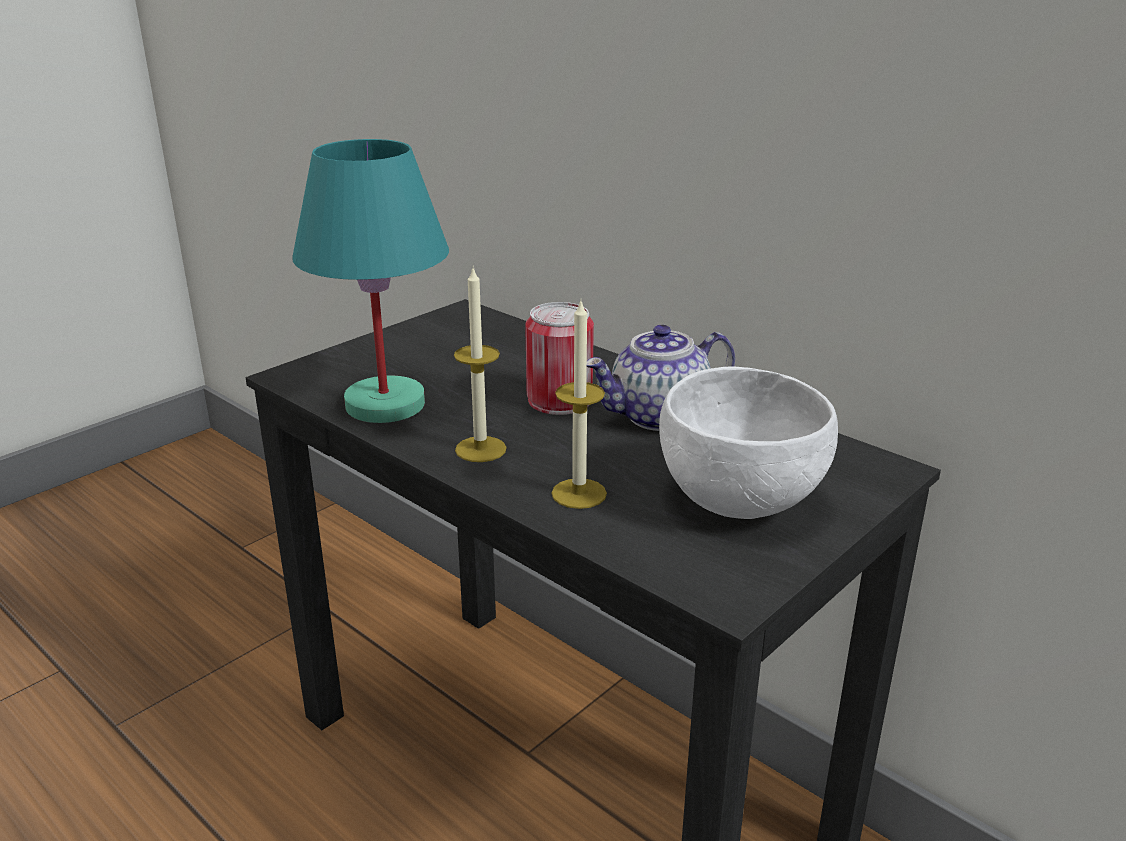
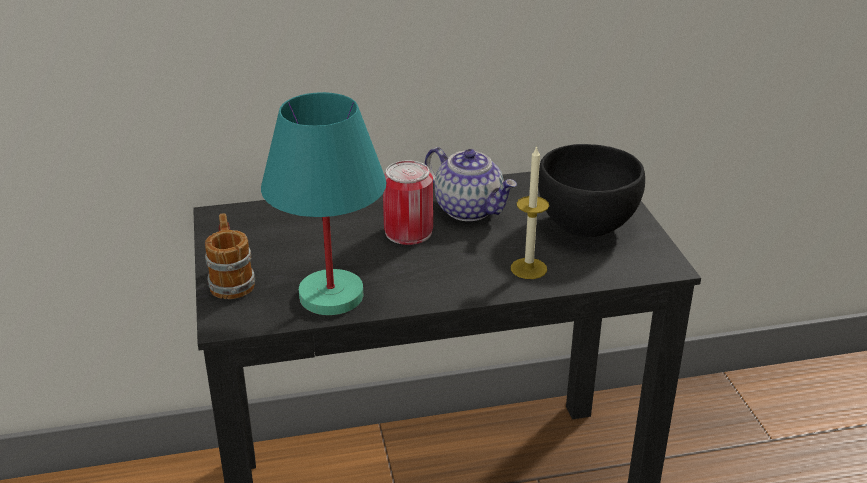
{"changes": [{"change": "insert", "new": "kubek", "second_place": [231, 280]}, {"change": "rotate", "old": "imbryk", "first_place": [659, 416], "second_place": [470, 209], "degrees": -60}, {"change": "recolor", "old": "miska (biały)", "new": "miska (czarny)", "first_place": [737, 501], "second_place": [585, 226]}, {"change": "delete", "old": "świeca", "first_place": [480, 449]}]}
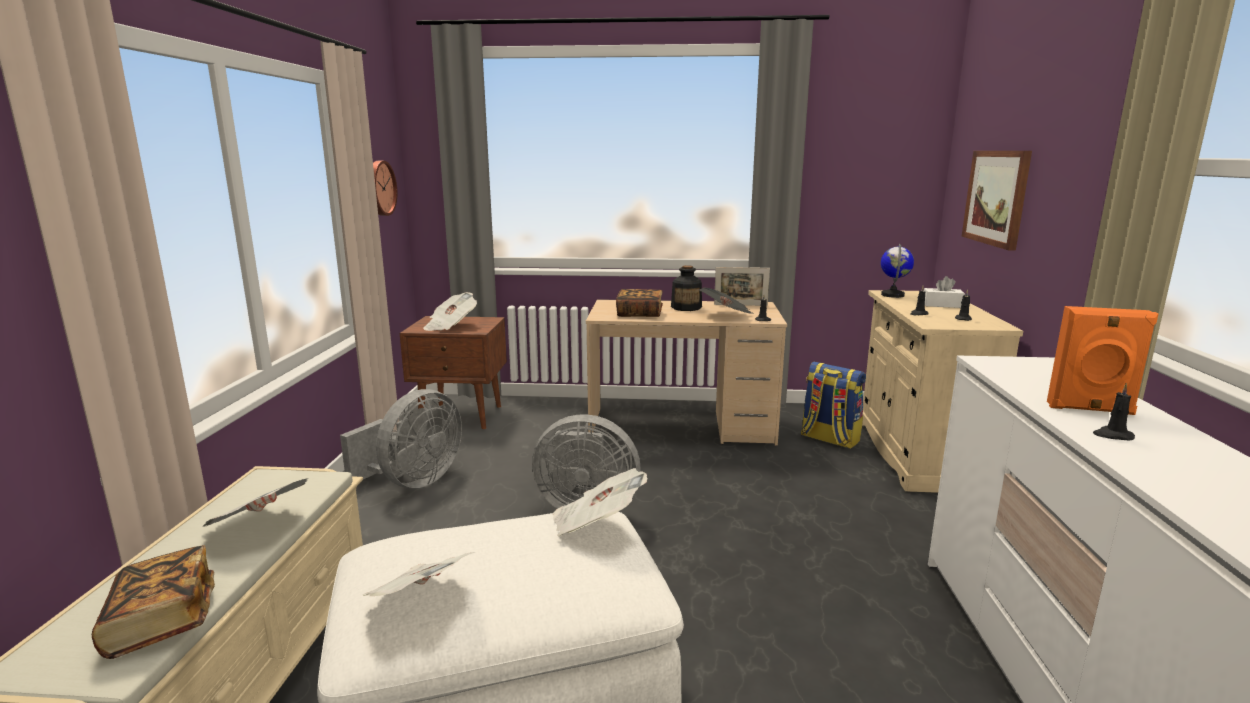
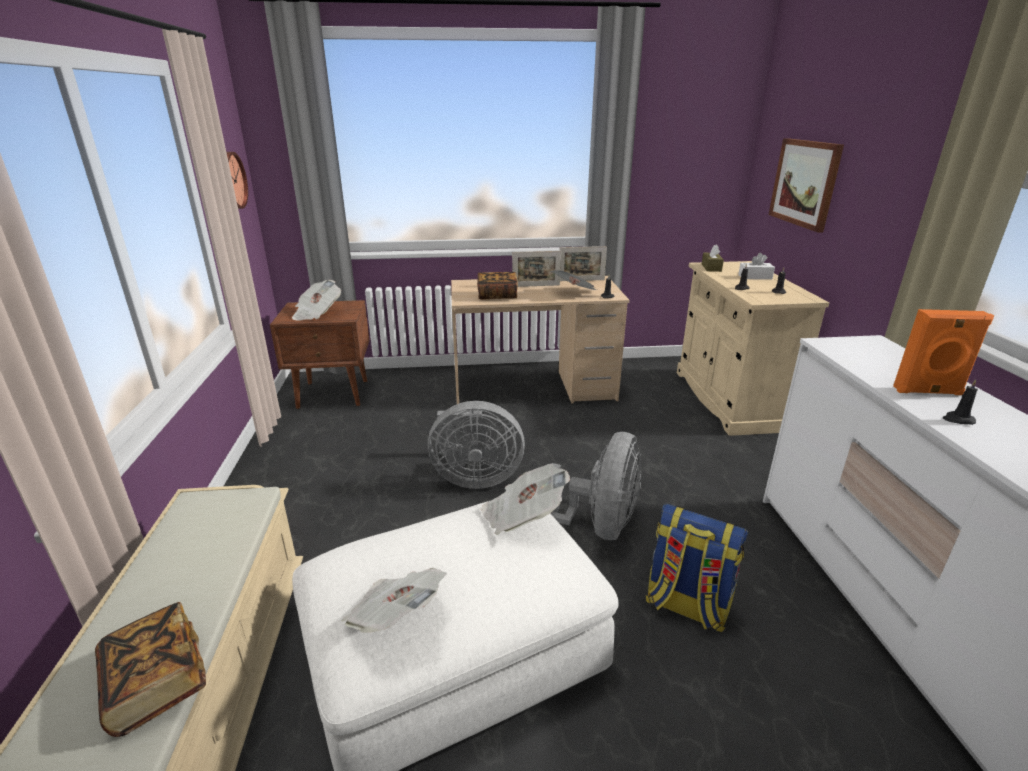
{"changes": [{"change": "replace", "old": "butelka", "new": "ramka na zdjęcie", "first_place": [686, 307], "second_place": [536, 286]}, {"change": "move", "old": "wentylator (szary)", "first_place": [413, 481], "second_place": [598, 526]}, {"change": "move", "old": "plecak", "first_place": [829, 439], "second_place": [686, 606]}, {"change": "replace", "old": "globus", "new": "pudełko chusteczek (brązowy)", "first_place": [893, 295], "second_place": [711, 267]}, {"change": "delete", "old": "gazeta", "first_place": [260, 527]}]}
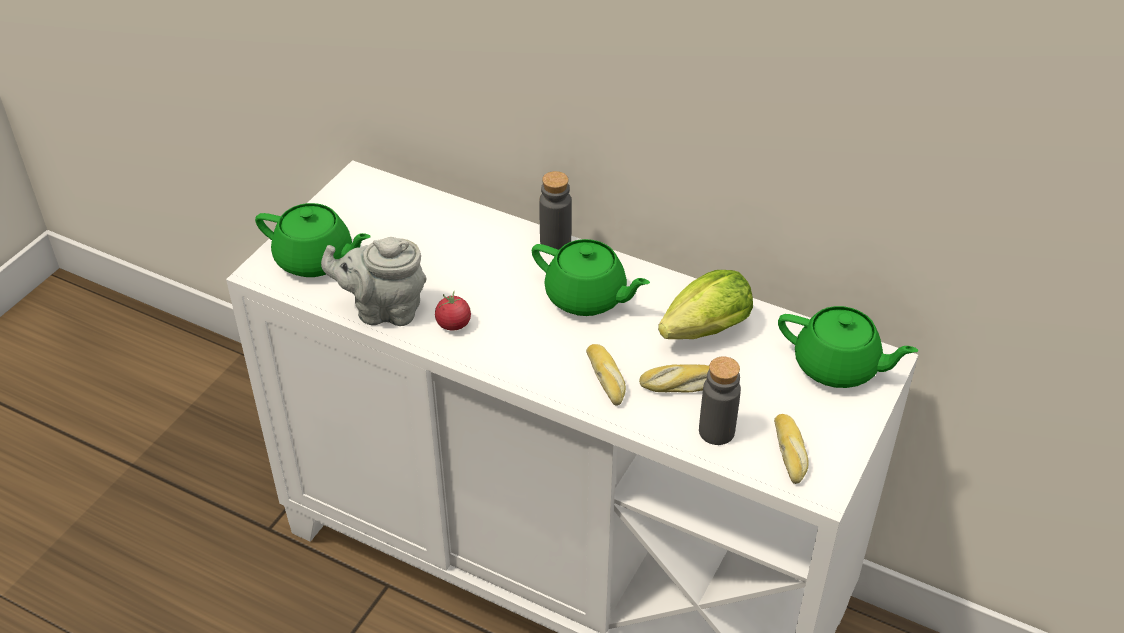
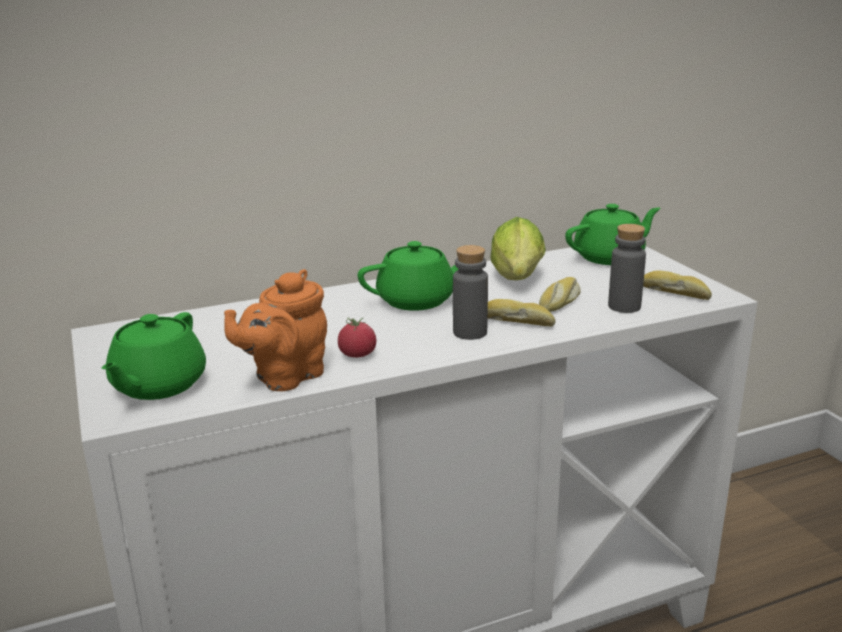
{"changes": [{"change": "rotate", "old": "imbryk (zielony)", "first_place": [316, 260], "second_place": [157, 385], "degrees": 135}, {"change": "recolor", "old": "imbryk (szary)", "new": "imbryk (pomarańczowy)", "first_place": [384, 310], "second_place": [285, 377]}, {"change": "move", "old": "butelka (szary)", "first_place": [555, 242], "second_place": [470, 332]}]}
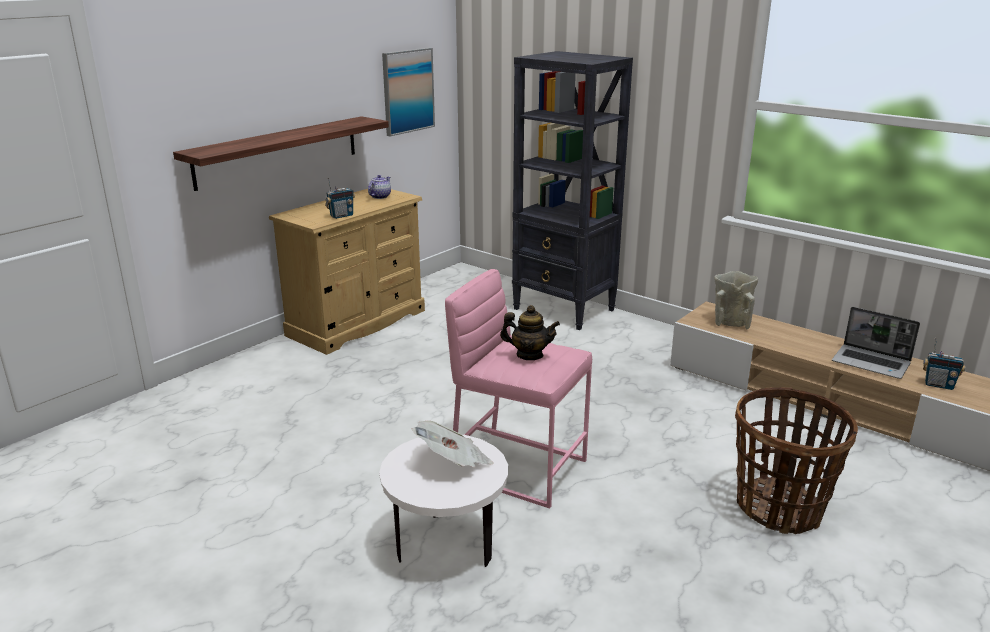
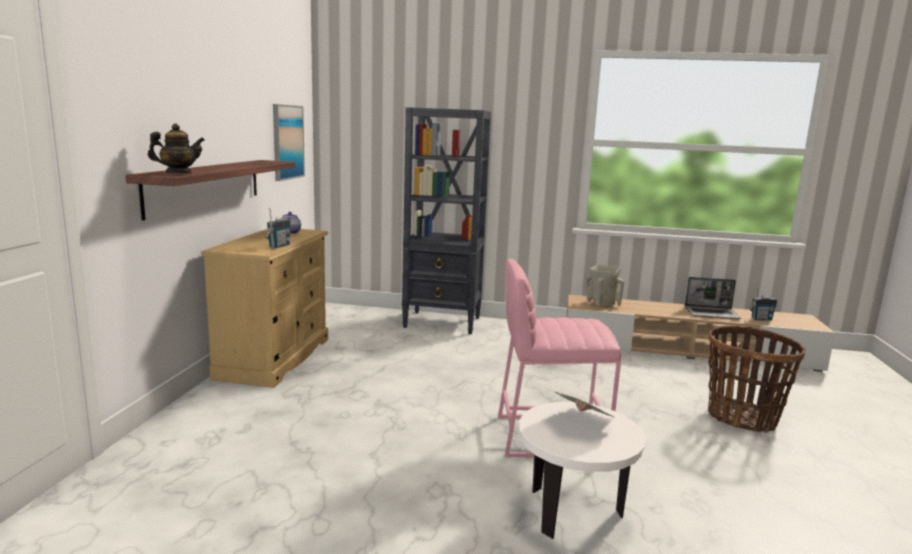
{"changes": [{"change": "move", "old": "imbryk", "first_place": [529, 355], "second_place": [178, 173]}]}
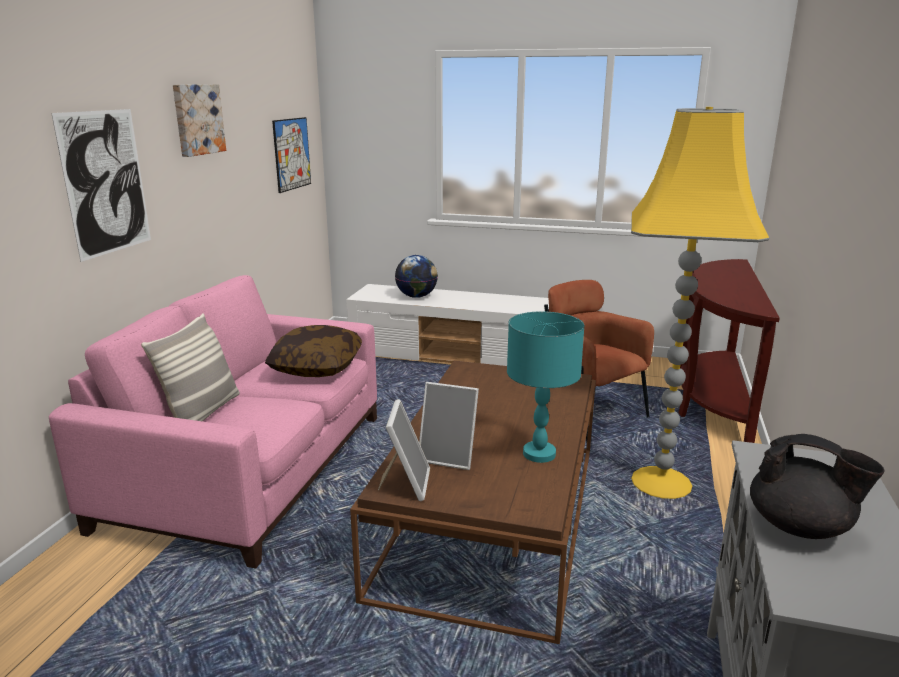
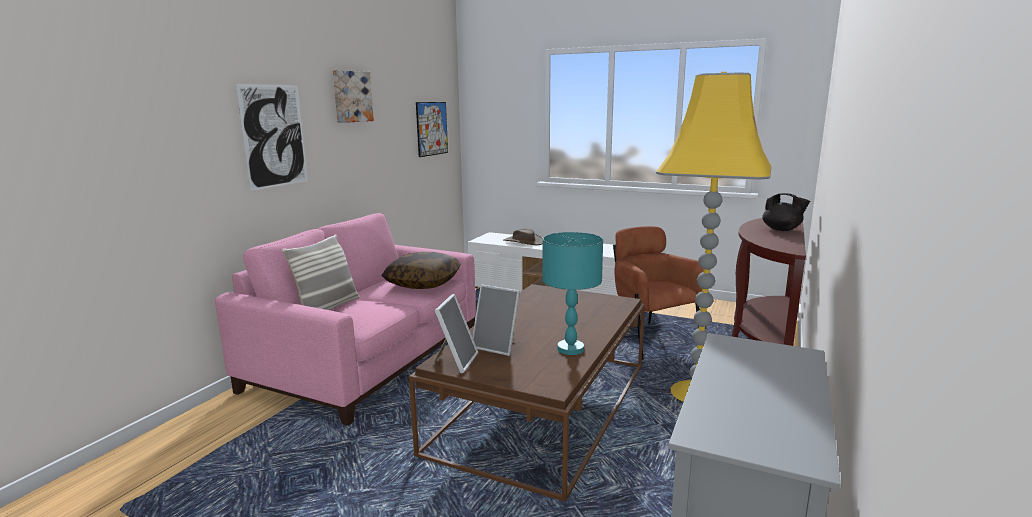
{"changes": [{"change": "replace", "old": "globus", "new": "kapelusz (brązowy)", "first_place": [416, 296], "second_place": [523, 241]}, {"change": "move", "old": "imbryk (czarny)", "first_place": [800, 527], "second_place": [782, 230]}]}
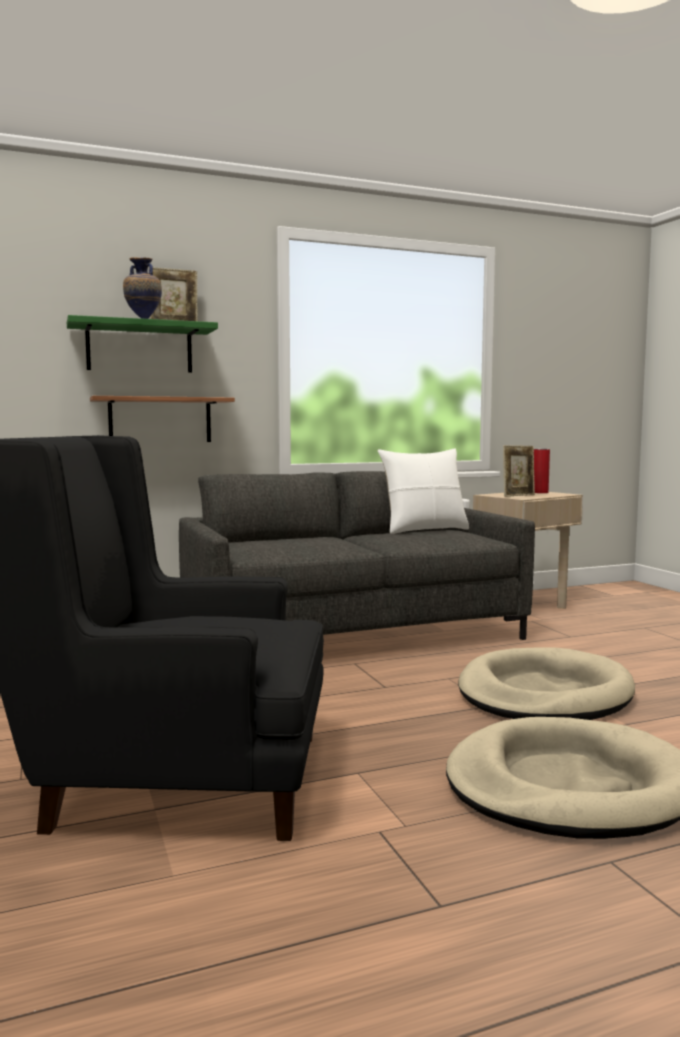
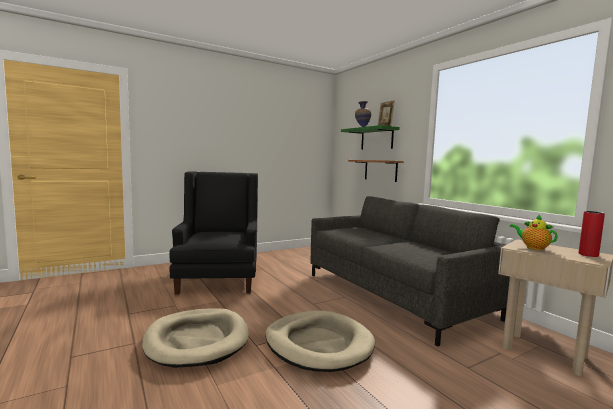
{"changes": [{"change": "replace", "old": "ramka na zdjęcie", "new": "imbryk", "first_place": [518, 496], "second_place": [533, 247]}, {"change": "delete", "old": "poduszka (biały)", "first_place": [424, 530]}]}
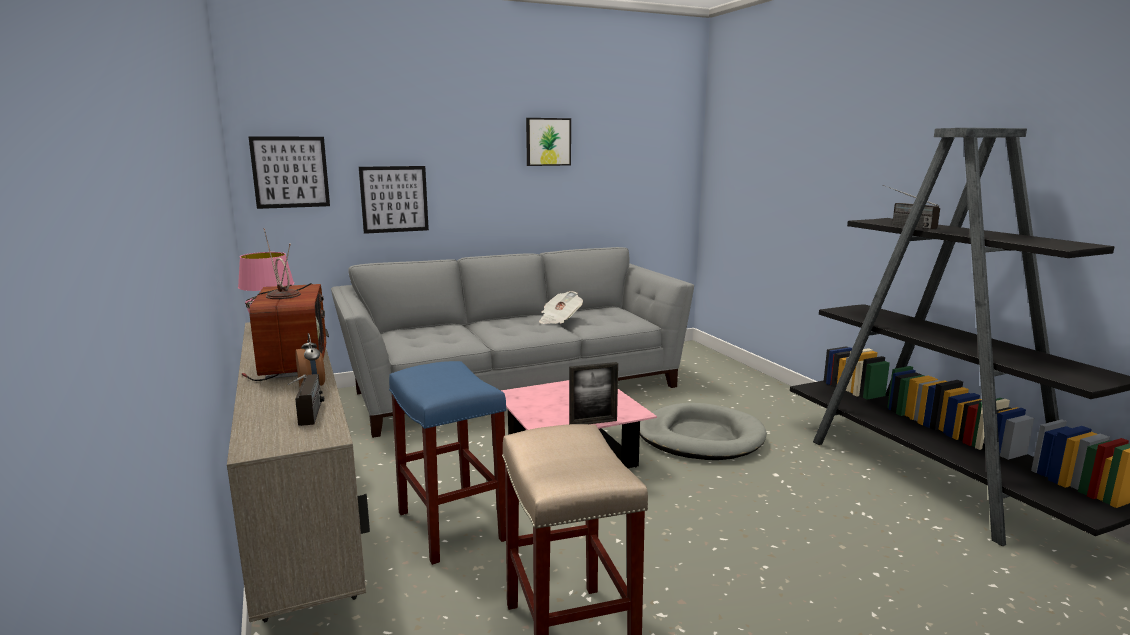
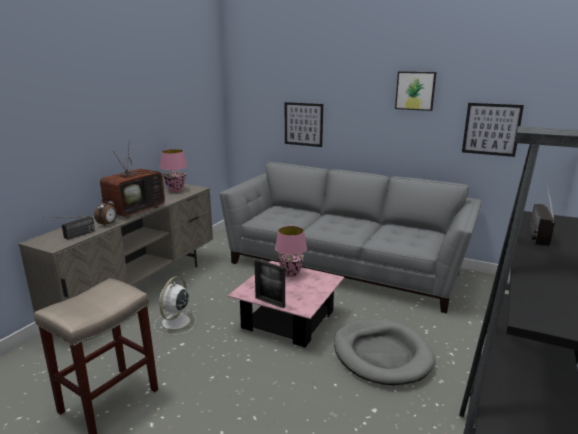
{"changes": [{"change": "replace", "old": "stołek (niebieski)", "new": "wentylator (biały)", "first_place": [453, 526], "second_place": [175, 322]}, {"change": "insert", "new": "lampa stołowa (różowy)", "second_place": [290, 274]}, {"change": "move", "old": "obraz", "first_place": [290, 172], "second_place": [491, 129]}, {"change": "delete", "old": "gazeta", "first_place": [559, 320]}]}
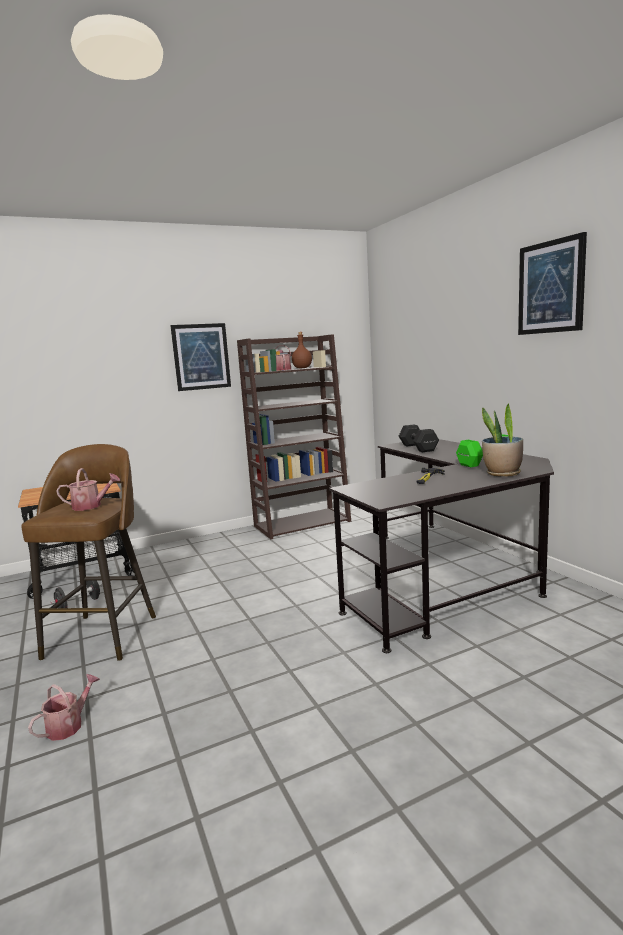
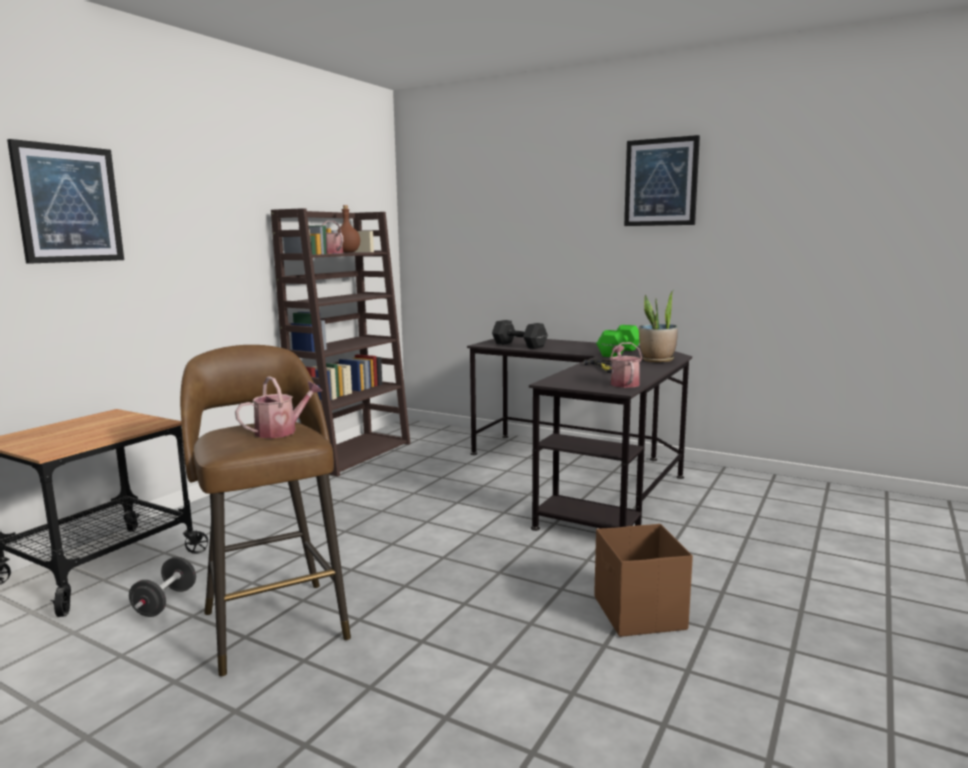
{"changes": [{"change": "move", "old": "obraz", "first_place": [201, 356], "second_place": [68, 204]}, {"change": "insert", "new": "pojemnik do przechowywania (brązowy)", "second_place": [639, 614]}, {"change": "move", "old": "konewka", "first_place": [69, 725], "second_place": [623, 383]}]}
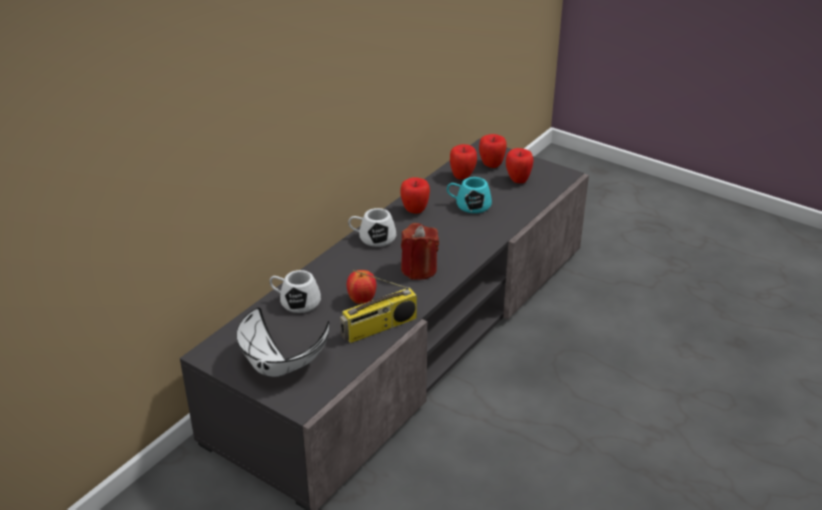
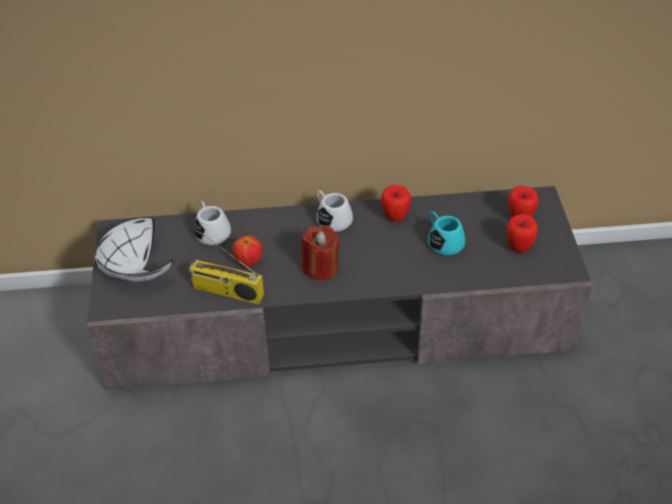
{"changes": [{"change": "delete", "old": "jabłko", "first_place": [462, 177]}]}
